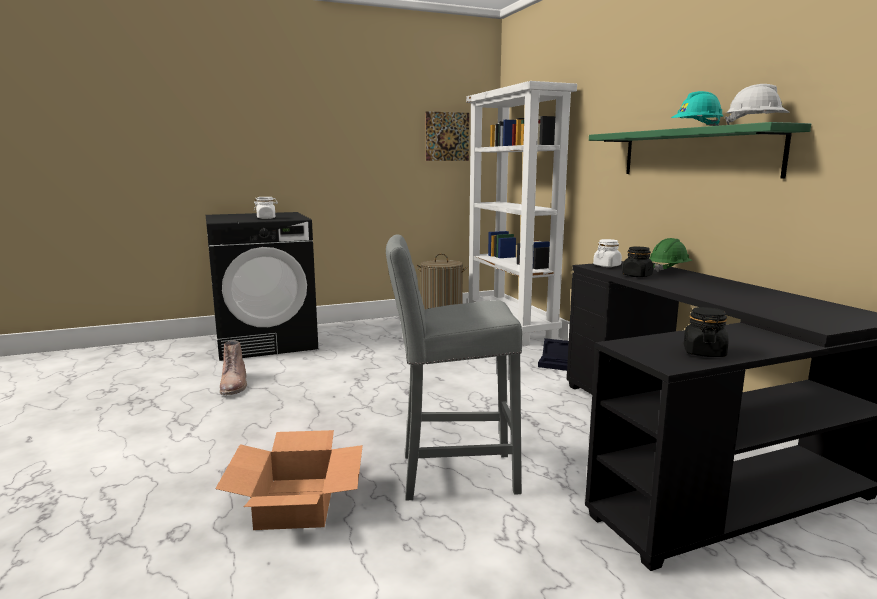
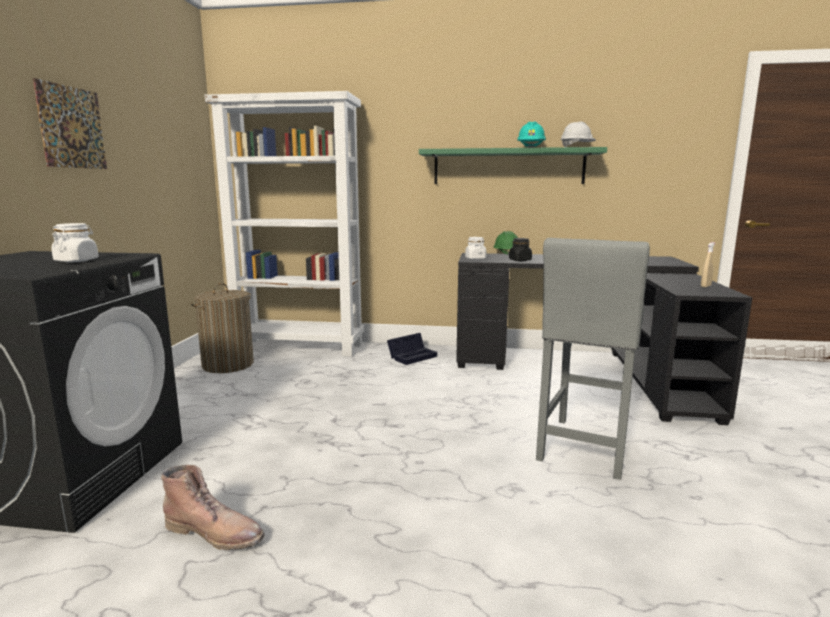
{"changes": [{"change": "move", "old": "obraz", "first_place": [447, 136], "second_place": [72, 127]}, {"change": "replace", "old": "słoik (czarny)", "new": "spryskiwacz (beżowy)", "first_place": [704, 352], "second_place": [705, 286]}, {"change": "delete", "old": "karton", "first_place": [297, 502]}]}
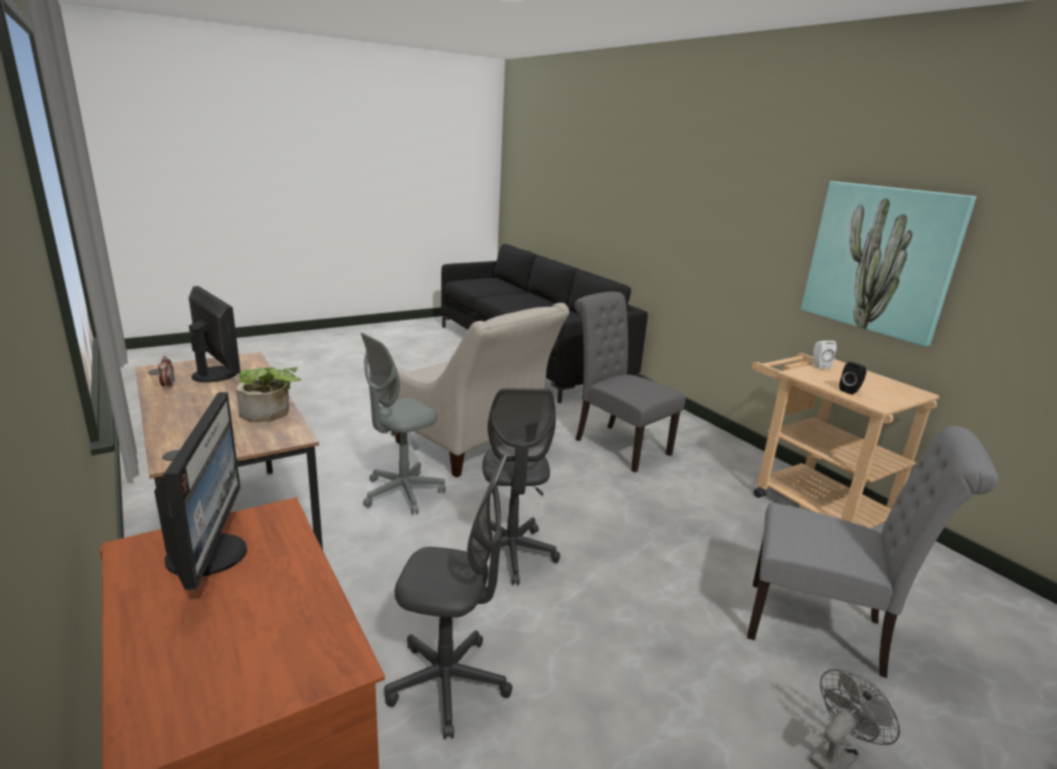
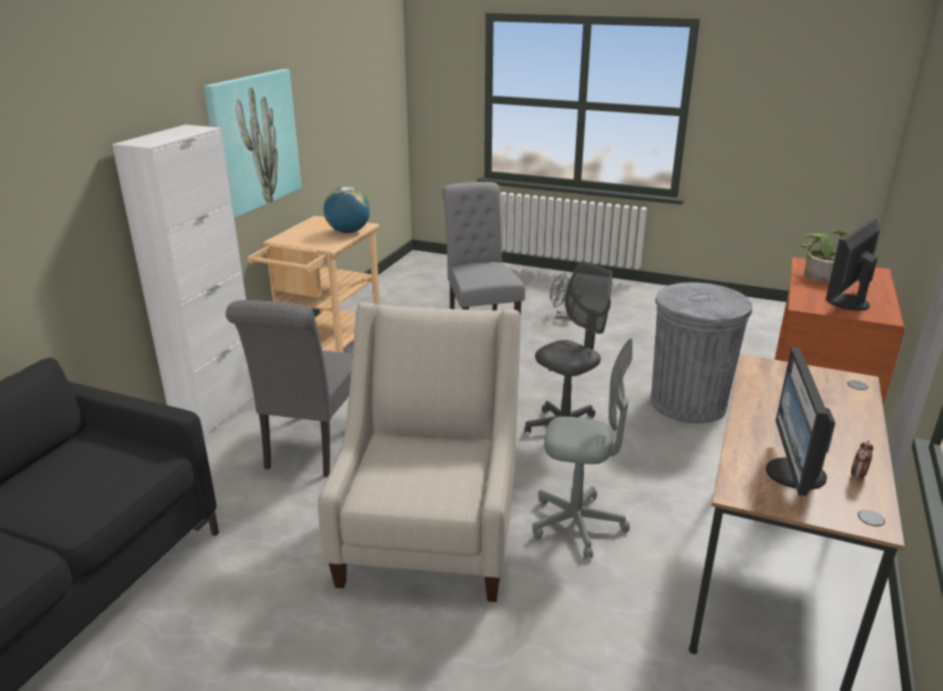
{"changes": [{"change": "insert", "new": "szafka (biały)", "second_place": [217, 410]}, {"change": "replace", "old": "głośnik (czarny)", "new": "globus", "first_place": [850, 391], "second_place": [348, 232]}, {"change": "replace", "old": "krzesło biurowe (szary)", "new": "kosz na śmieci (szary)", "first_place": [448, 684], "second_place": [688, 403]}, {"change": "move", "old": "roślina doniczkowa", "first_place": [270, 414], "second_place": [820, 275]}, {"change": "delete", "old": "głośnik (biały)", "first_place": [819, 365]}]}
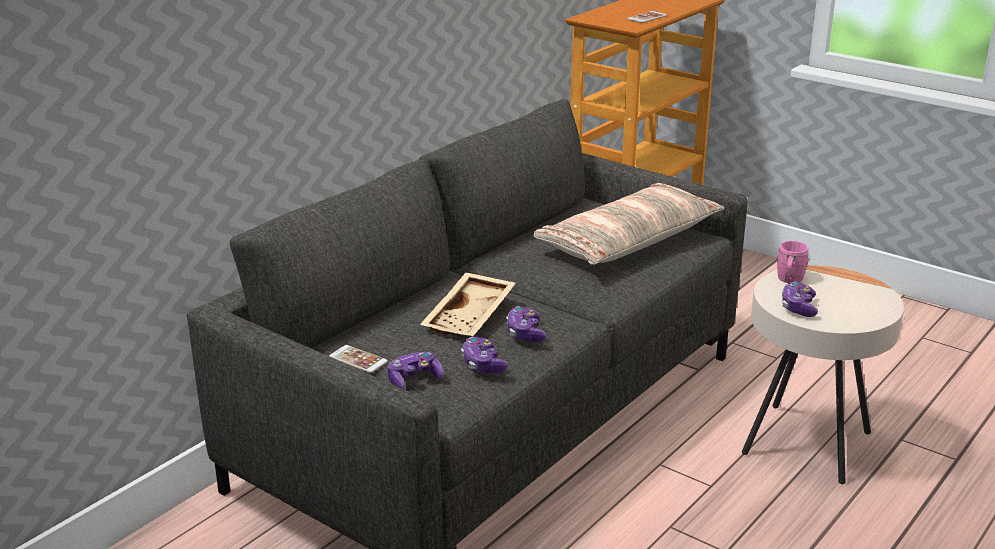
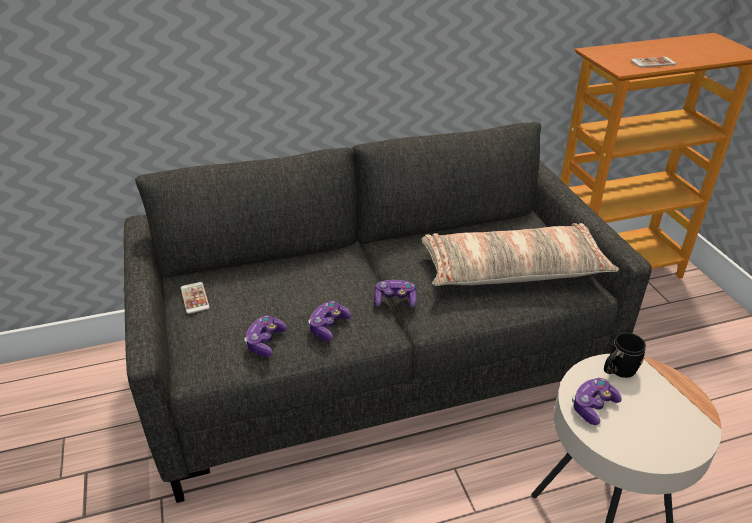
{"changes": [{"change": "move", "old": "pad do gier", "first_place": [414, 380], "second_place": [395, 300]}, {"change": "recolor", "old": "kubek (różowy)", "new": "kubek (czarny)", "first_place": [789, 281], "second_place": [617, 371]}, {"change": "delete", "old": "taca (beżowy)", "first_place": [471, 317]}]}
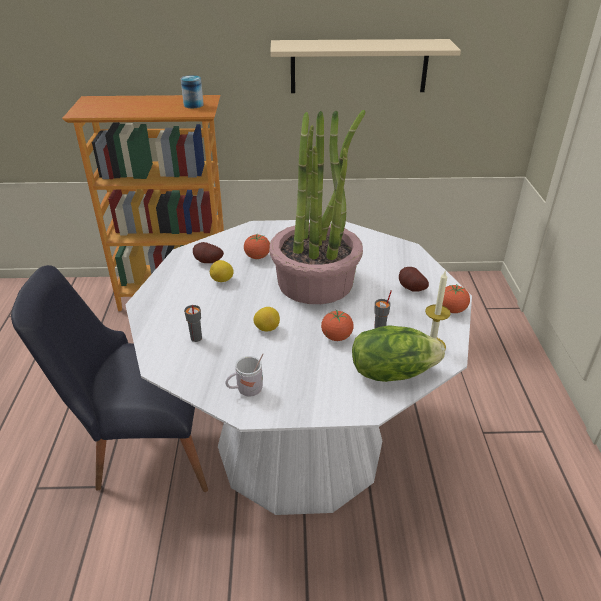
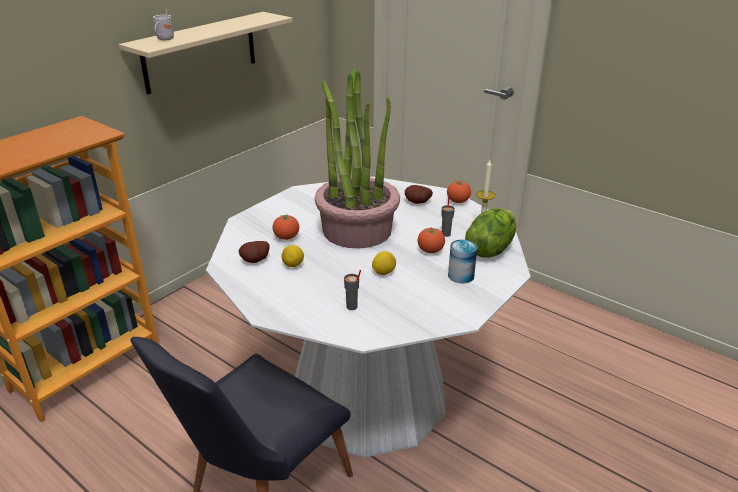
{"changes": [{"change": "move", "old": "kubek (biały)", "first_place": [246, 390], "second_place": [164, 40]}, {"change": "move", "old": "puszka", "first_place": [193, 105], "second_place": [461, 276]}]}
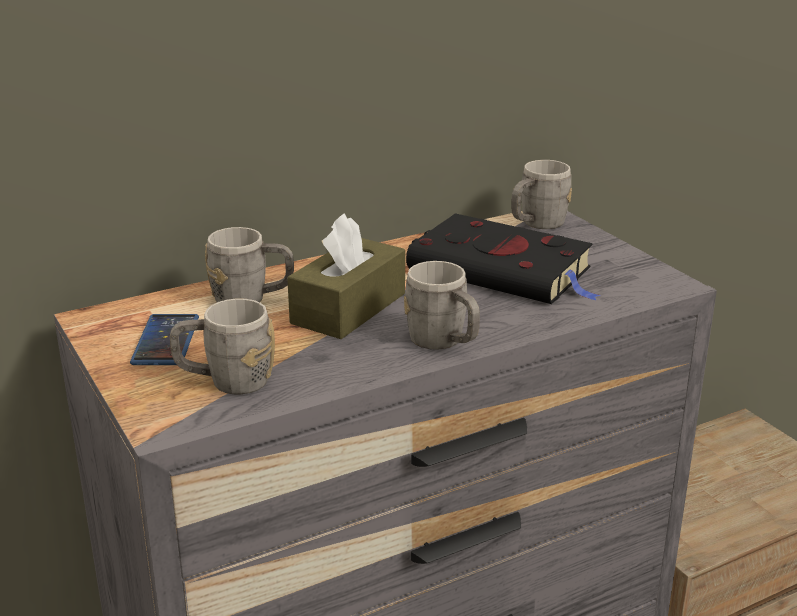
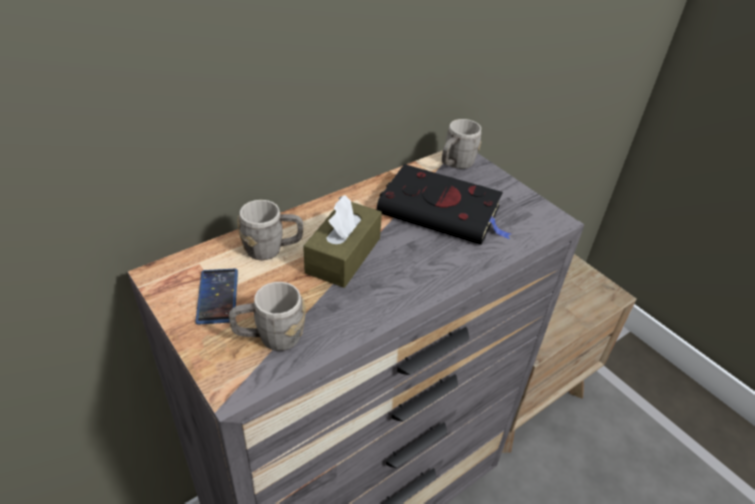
{"changes": [{"change": "delete", "old": "kubek (szary)", "first_place": [444, 343]}]}
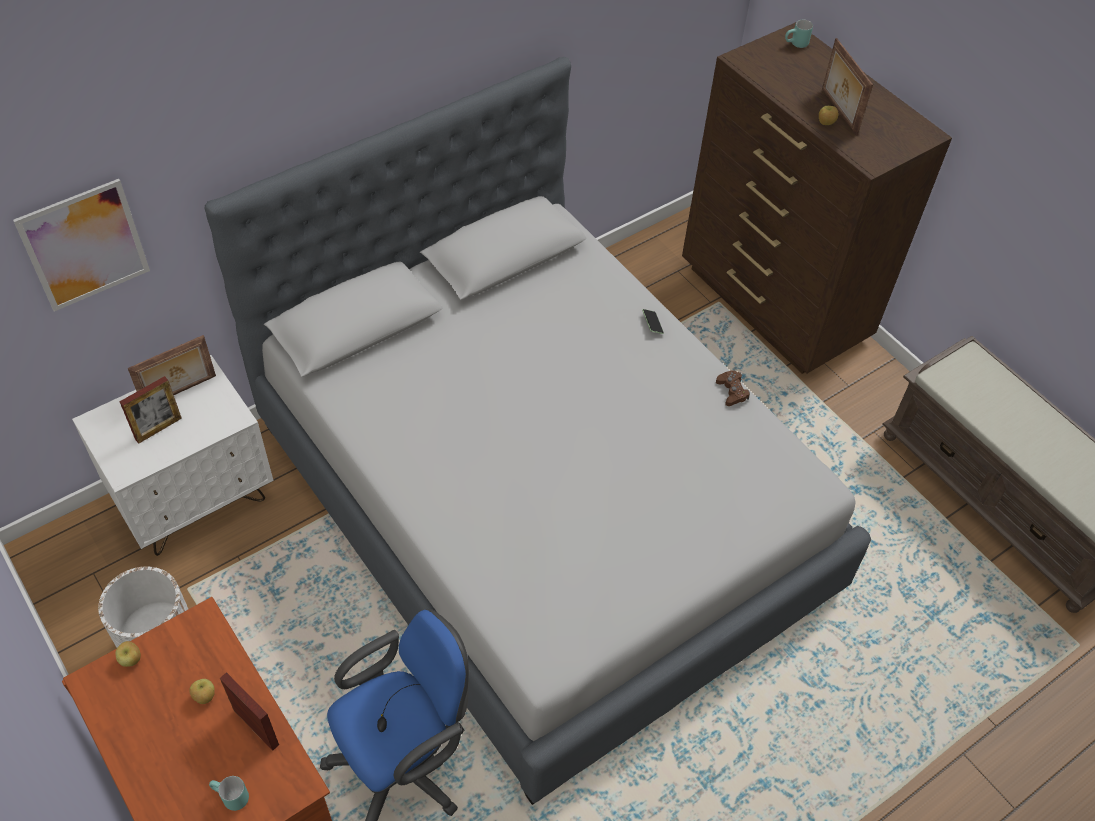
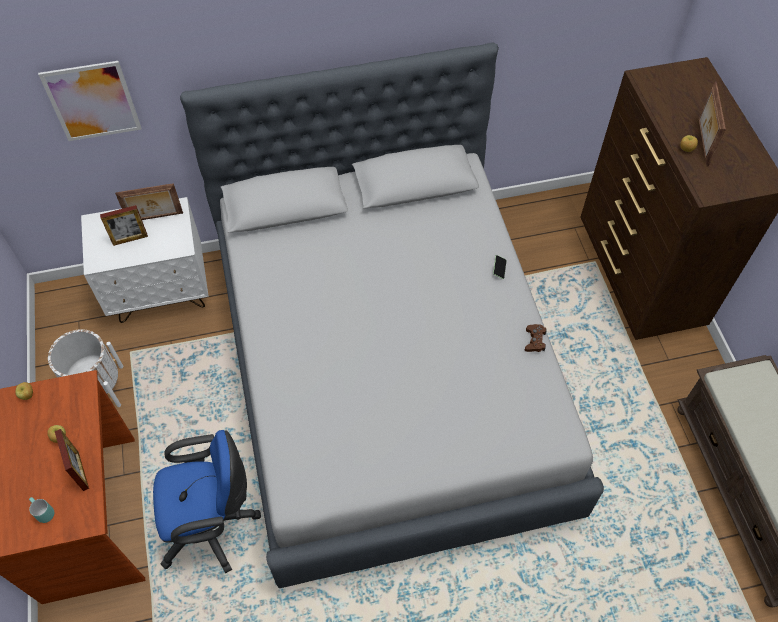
{"changes": [{"change": "delete", "old": "kubek (turkusowy)", "first_place": [796, 45]}]}
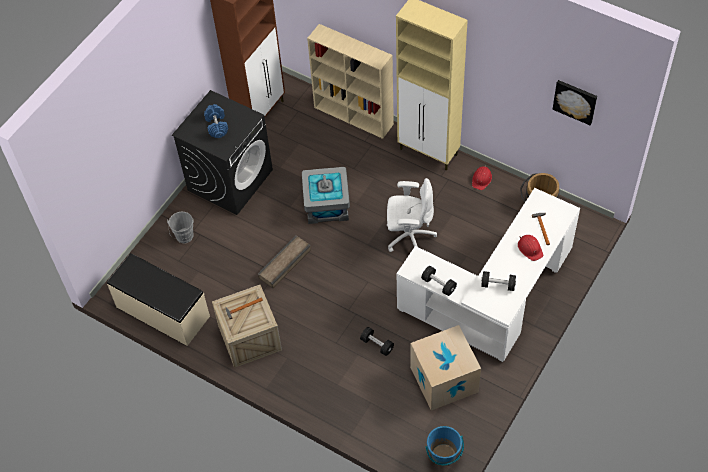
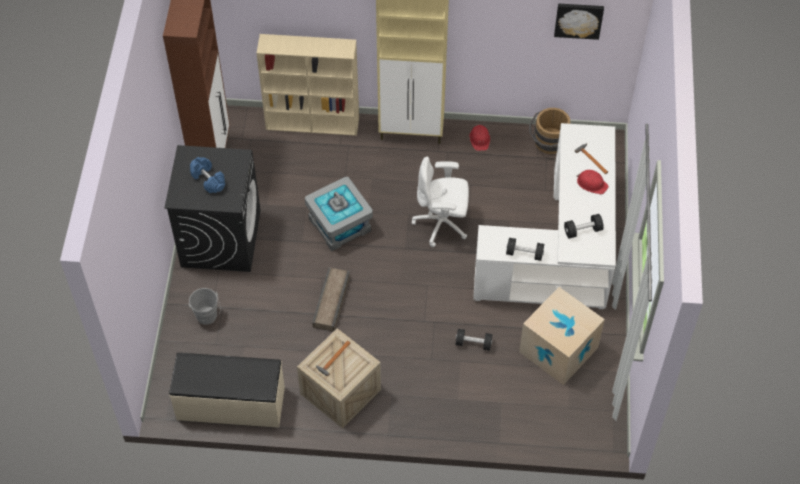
{"changes": [{"change": "rotate", "old": "krzesło biurowe (biały)", "first_place": [409, 237], "second_place": [442, 224], "degrees": -150}, {"change": "delete", "old": "wiadro (niebieski)", "first_place": [443, 455]}]}
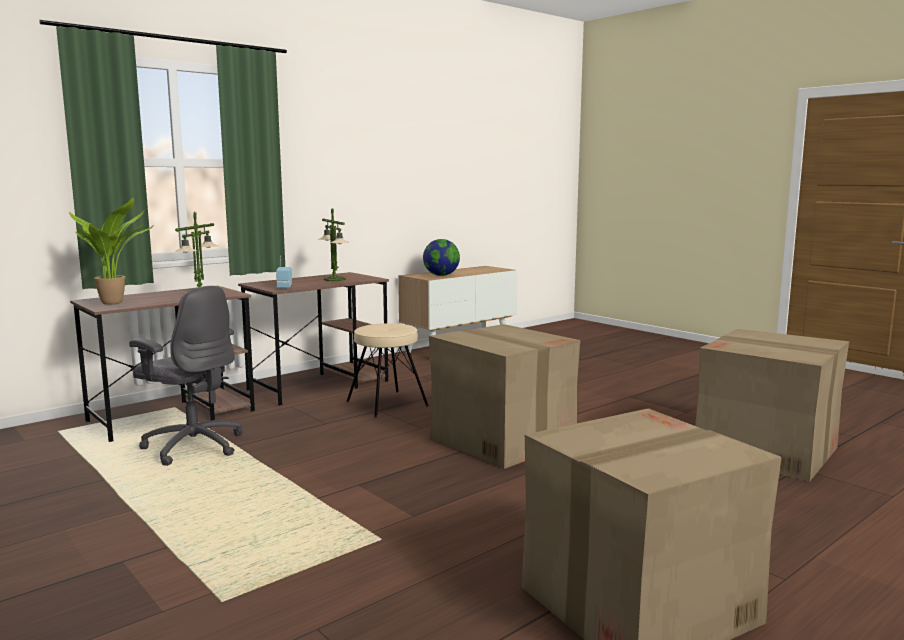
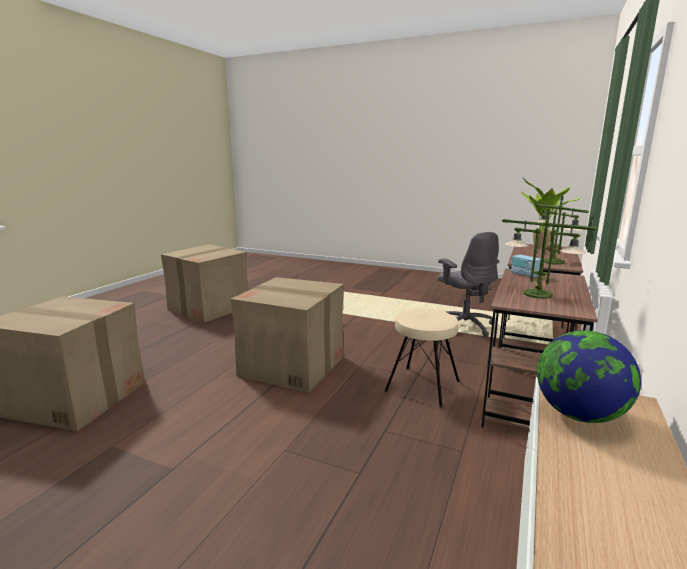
{"changes": [{"change": "rotate", "old": "krzesło biurowe (szary)", "first_place": [193, 446], "second_place": [464, 326], "degrees": -120}]}
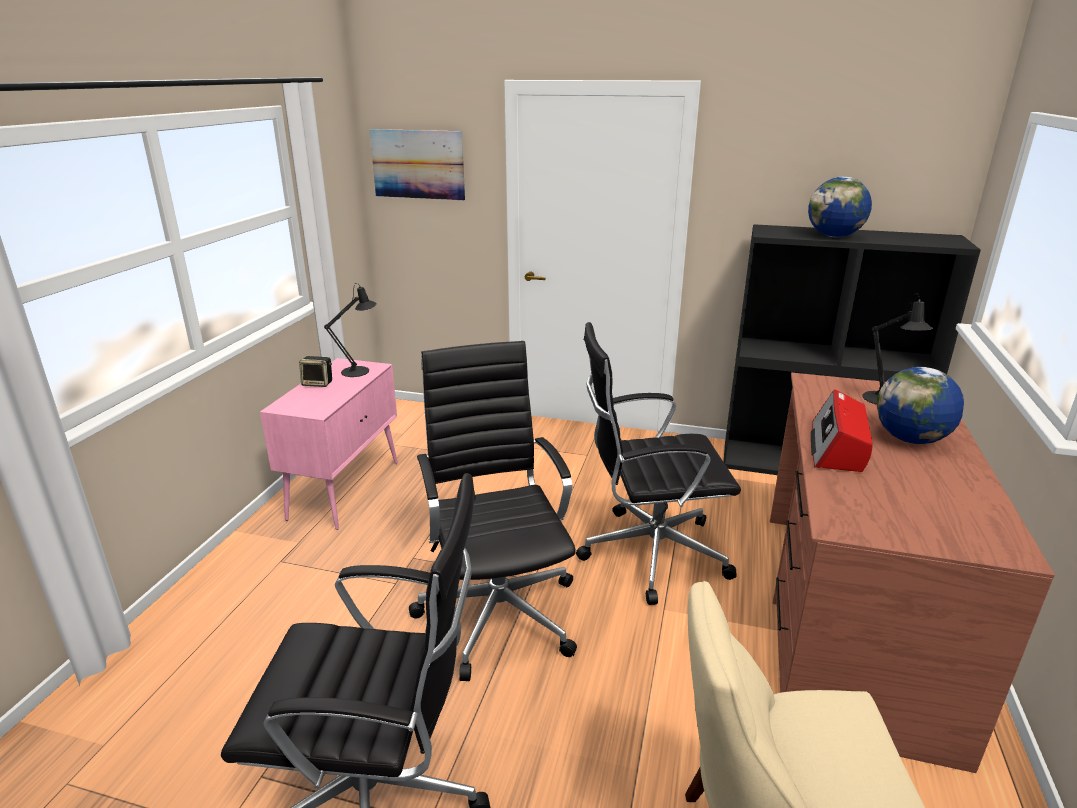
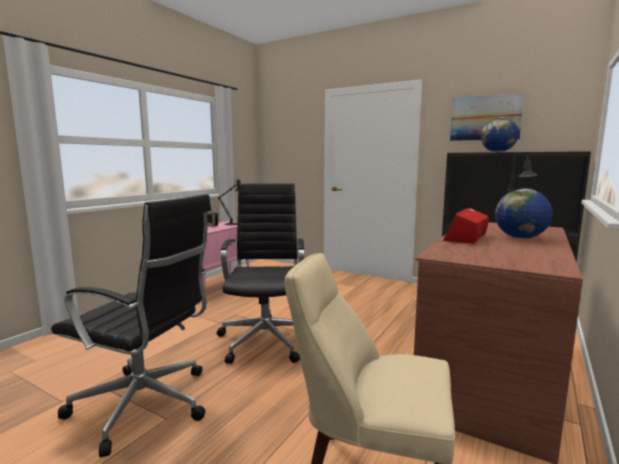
{"changes": [{"change": "move", "old": "obraz", "first_place": [418, 164], "second_place": [485, 118]}, {"change": "delete", "old": "krzesło biurowe (czarny)", "first_place": [649, 553]}]}
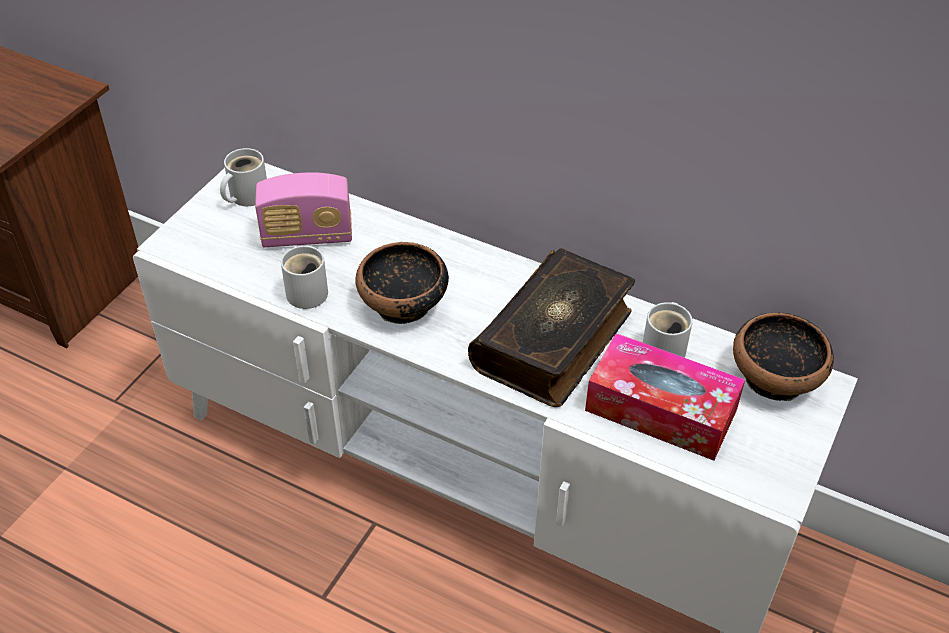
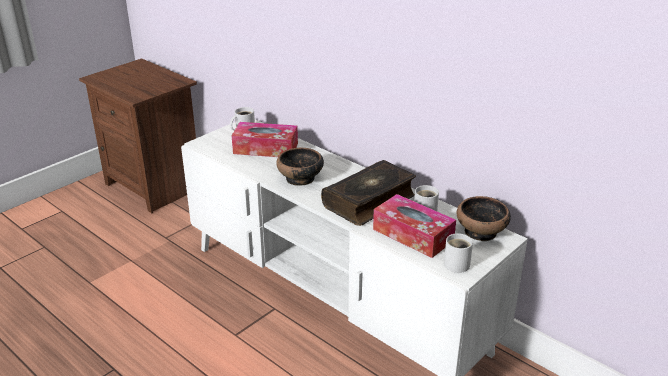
{"changes": [{"change": "replace", "old": "radio", "new": "pudełko chusteczek", "first_place": [307, 236], "second_place": [265, 148]}, {"change": "move", "old": "kubek (biały)", "first_place": [309, 291], "second_place": [458, 263]}]}
